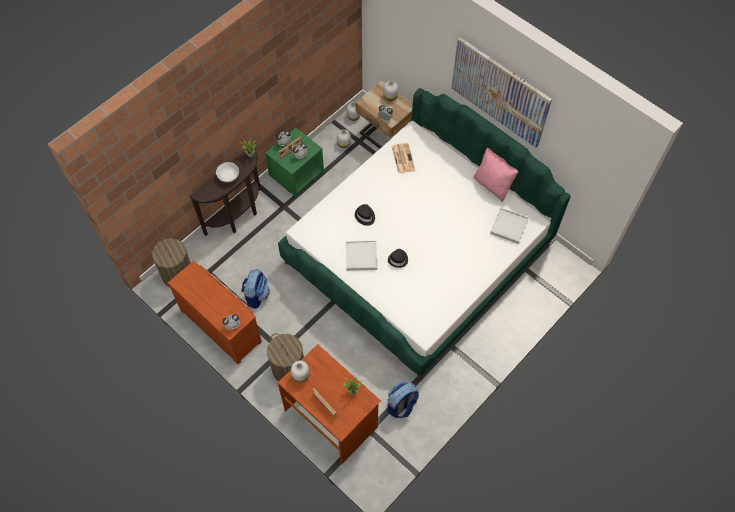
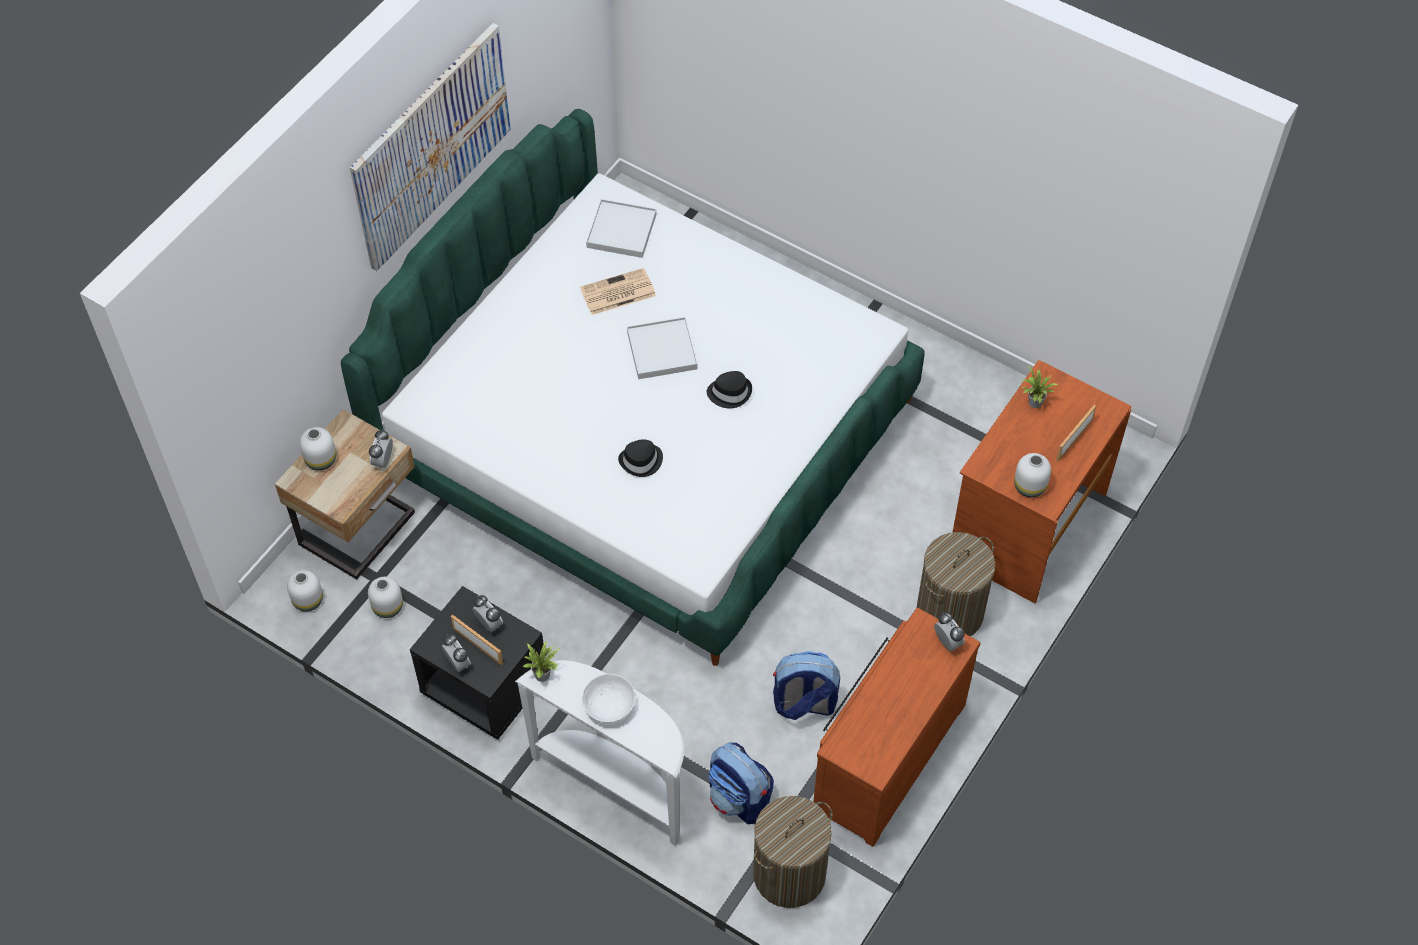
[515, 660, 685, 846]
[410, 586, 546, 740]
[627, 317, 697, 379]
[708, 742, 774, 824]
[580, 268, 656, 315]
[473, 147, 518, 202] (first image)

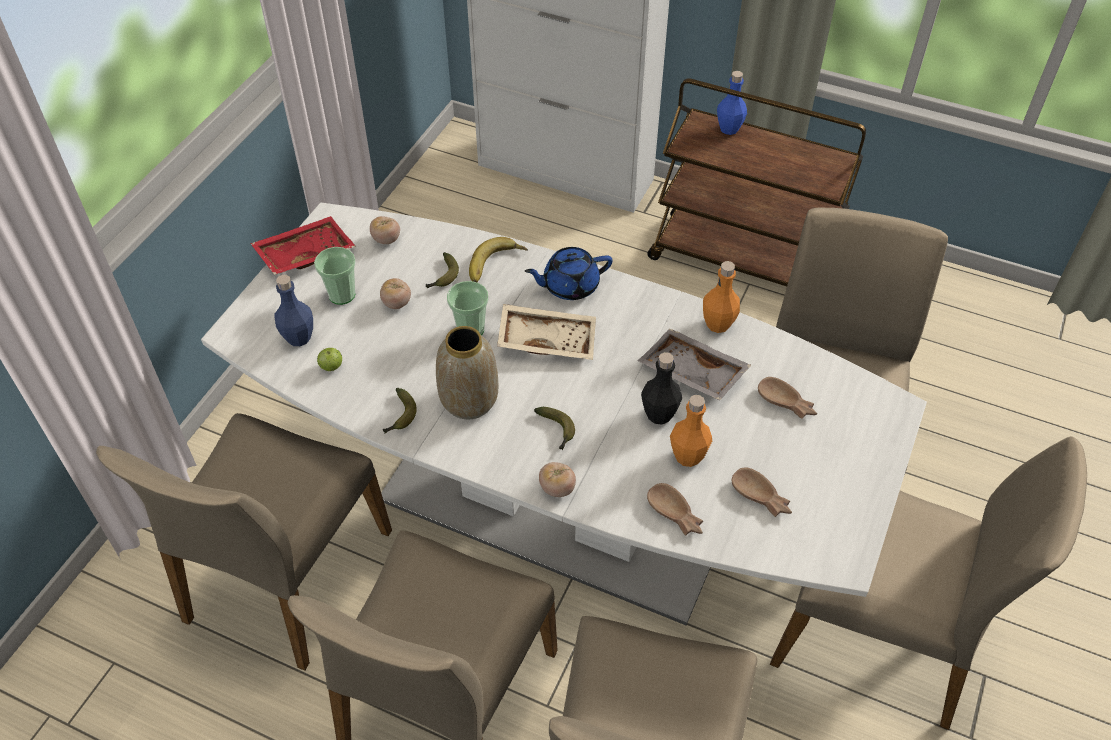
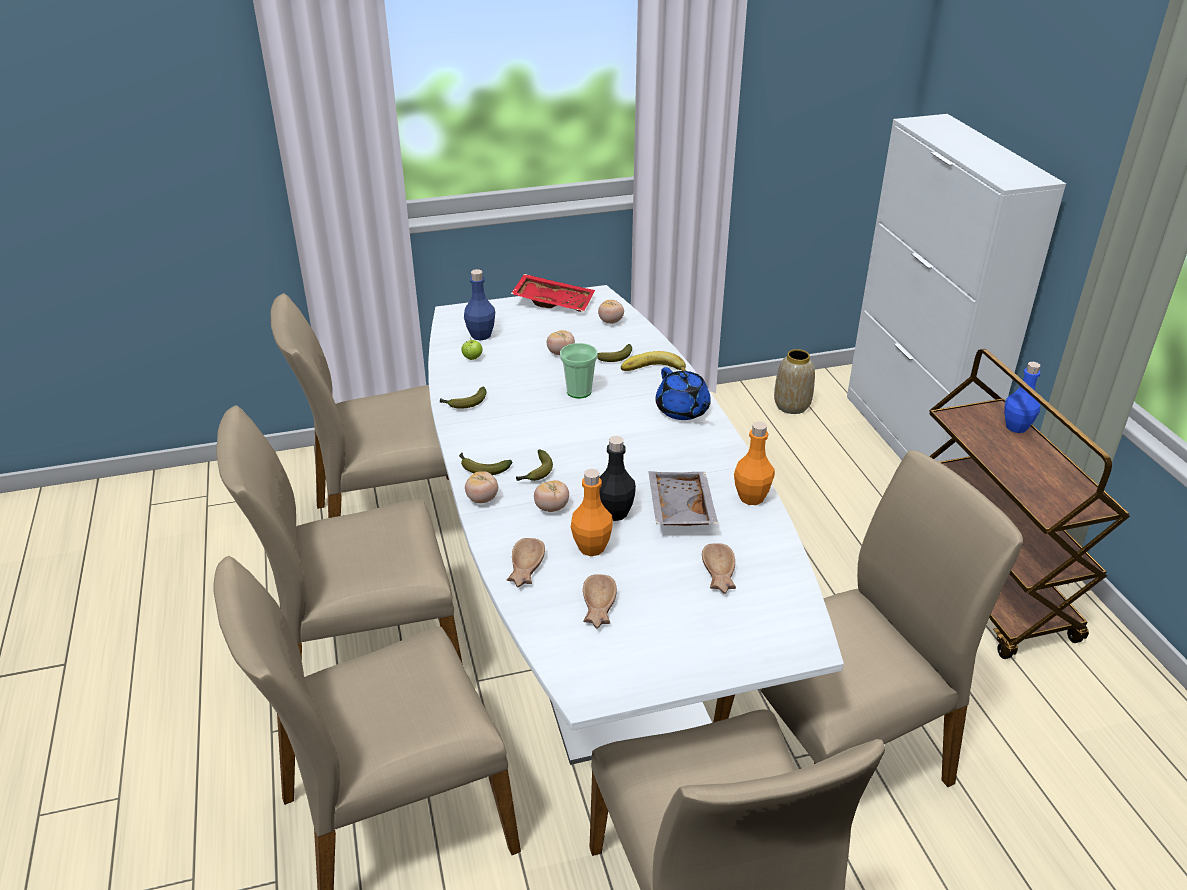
[314, 247, 356, 305] (first image)
[774, 349, 815, 414]
[497, 304, 596, 360] (first image)
[655, 367, 711, 420]
[459, 453, 512, 475]
[534, 480, 569, 512]

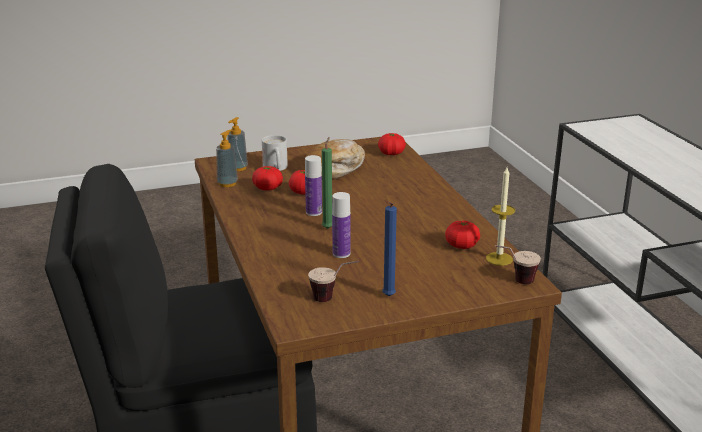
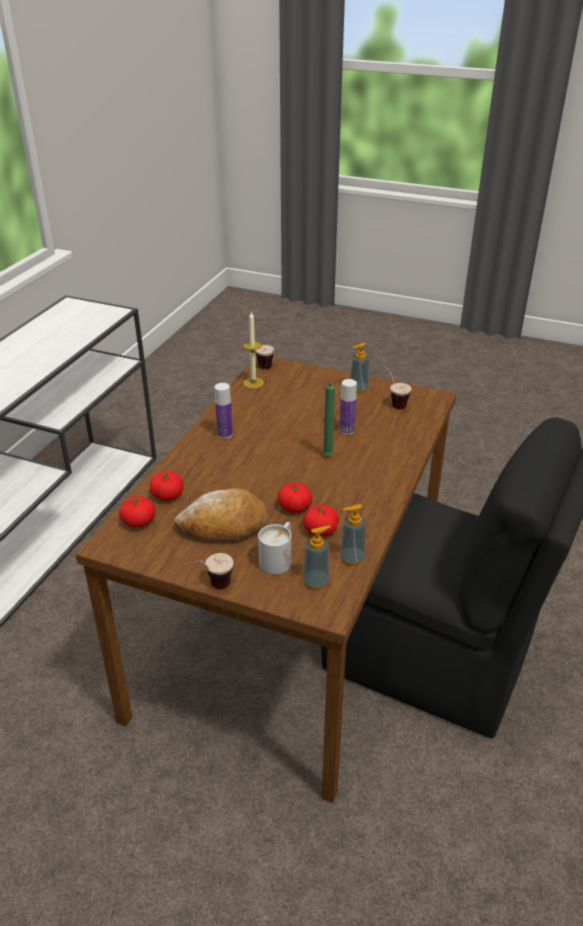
[215, 383, 233, 439]
[350, 343, 369, 394]
[150, 471, 184, 501]
[185, 553, 234, 589]

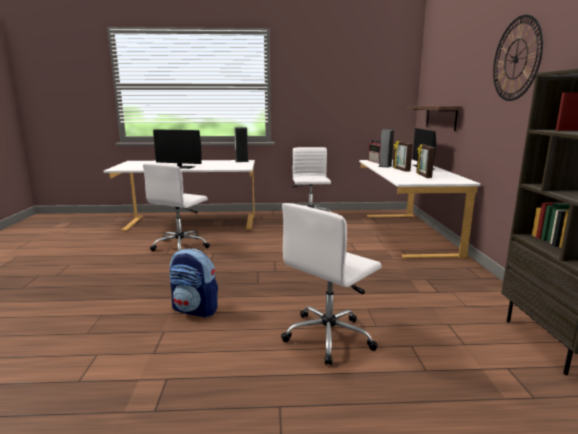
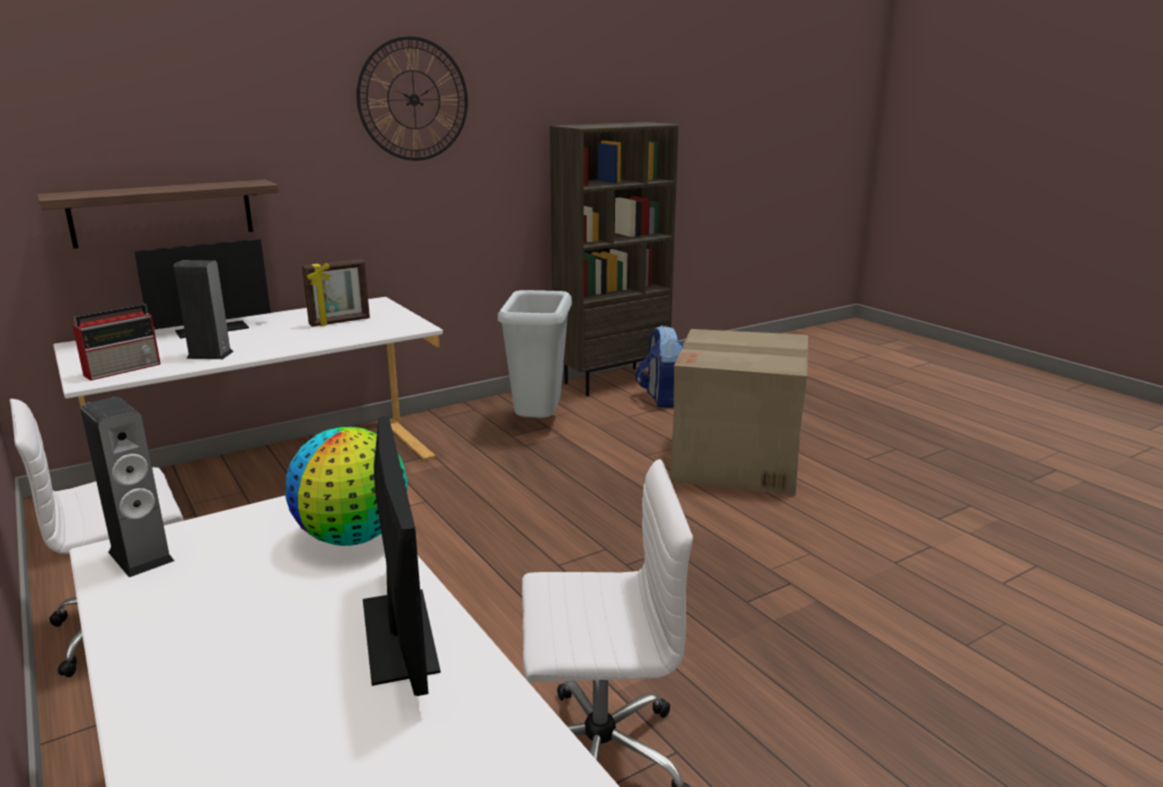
[635, 325, 683, 408]
[670, 329, 808, 496]
[393, 141, 413, 172] (first image)
[286, 427, 408, 546]
[498, 290, 572, 418]

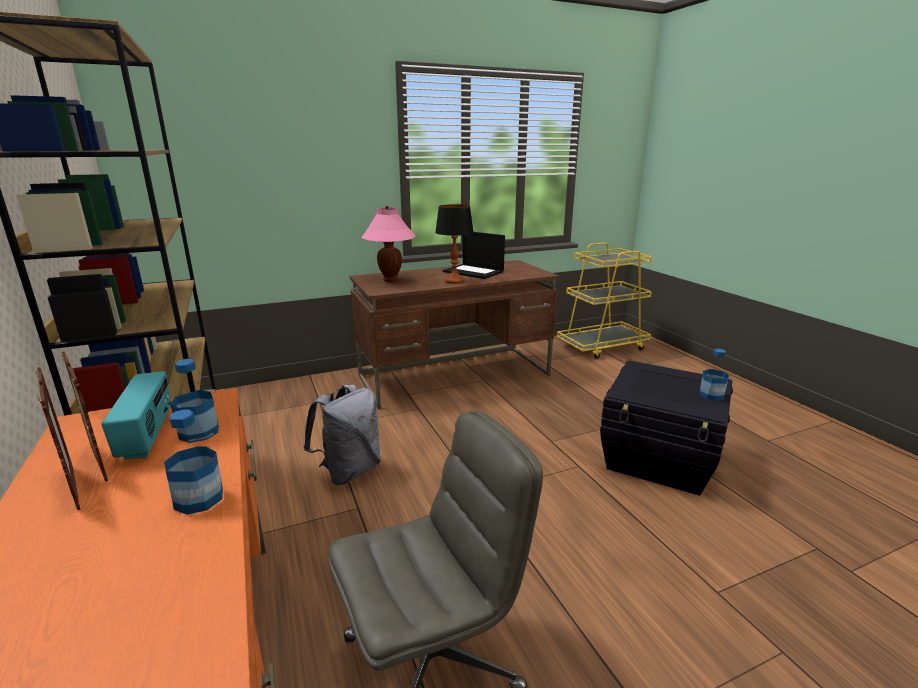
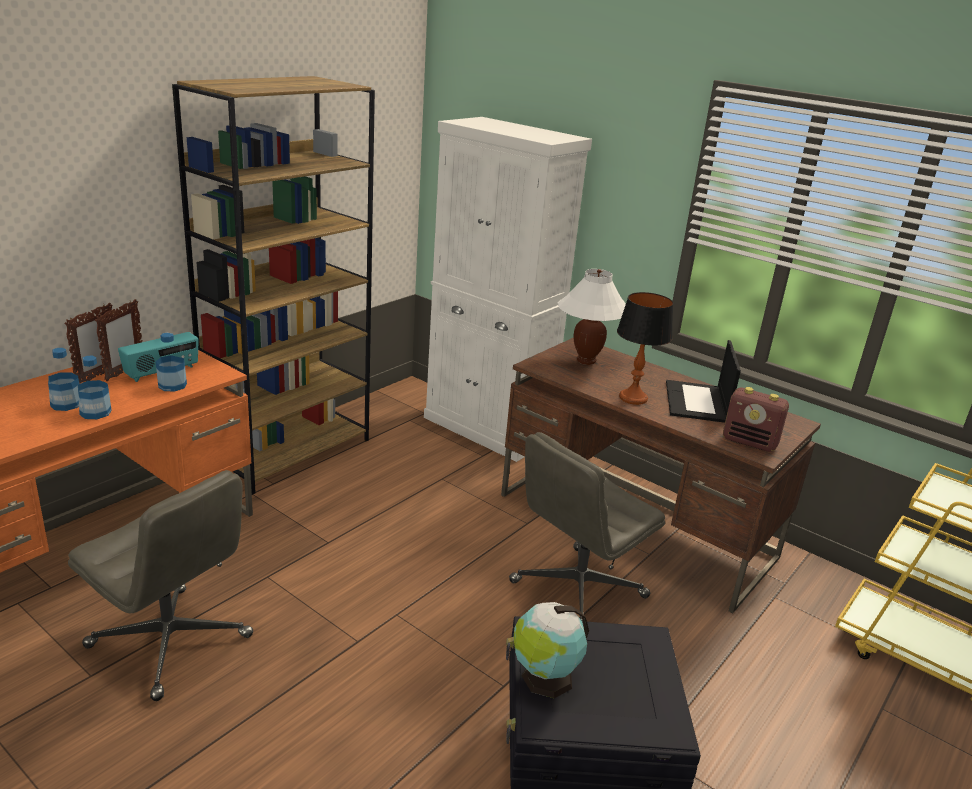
[304, 385, 381, 485] (first image)
[558, 269, 626, 365]
[48, 348, 79, 411]
[424, 117, 592, 462]
[509, 432, 665, 621]
[514, 602, 589, 698]
[723, 387, 789, 452]

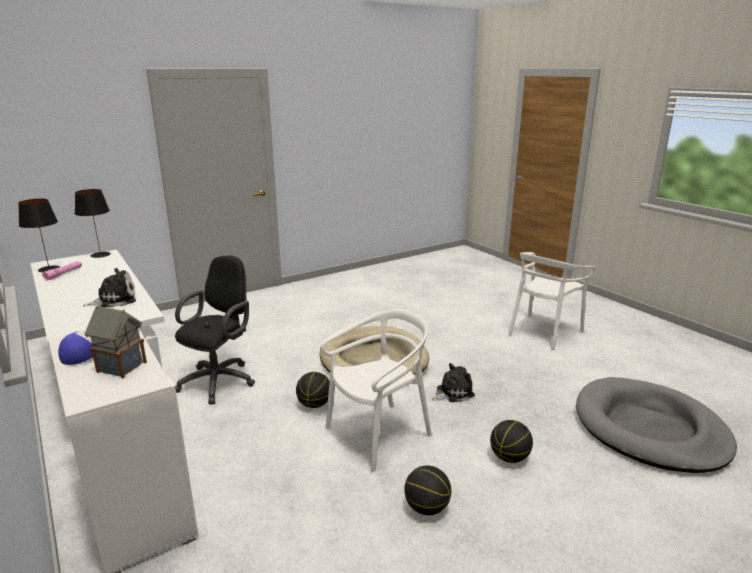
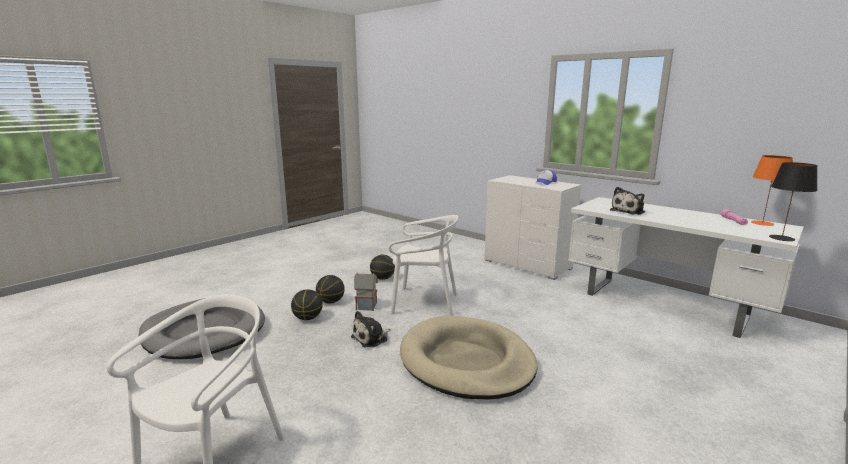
[751, 155, 793, 226]
[354, 273, 378, 311]
[175, 255, 255, 405] (first image)
[291, 289, 323, 320]
[388, 215, 458, 315]

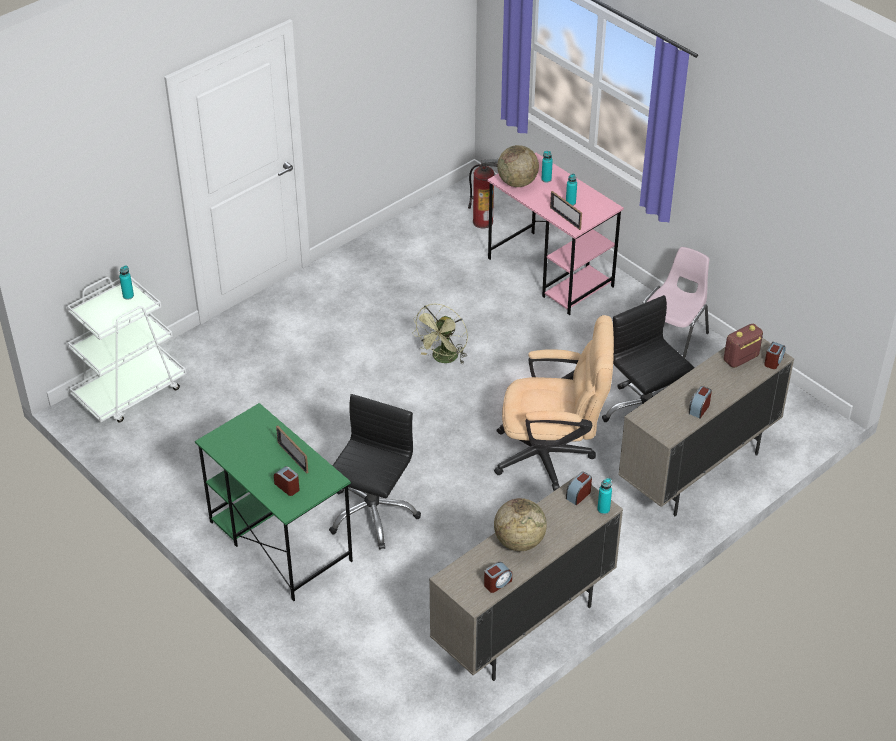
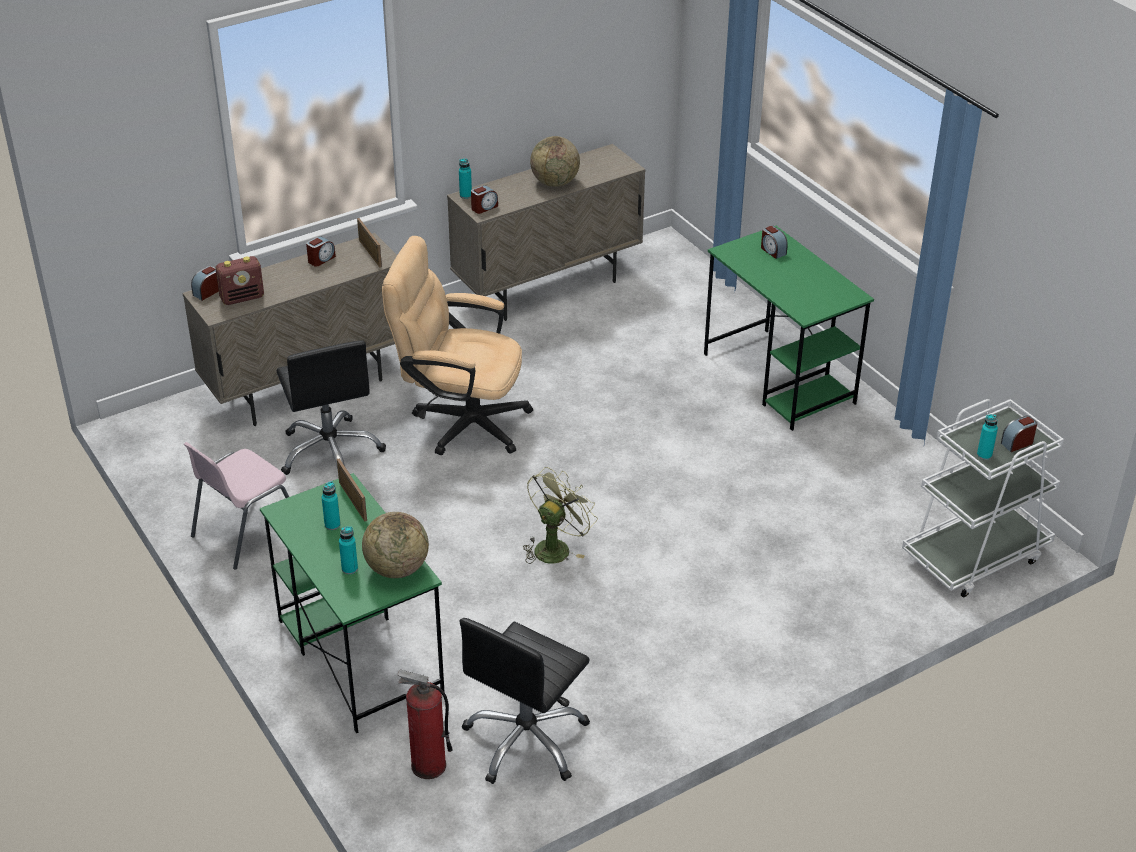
[357, 218, 382, 267]
[460, 618, 590, 784]
[1001, 416, 1037, 452]
[260, 473, 445, 734]

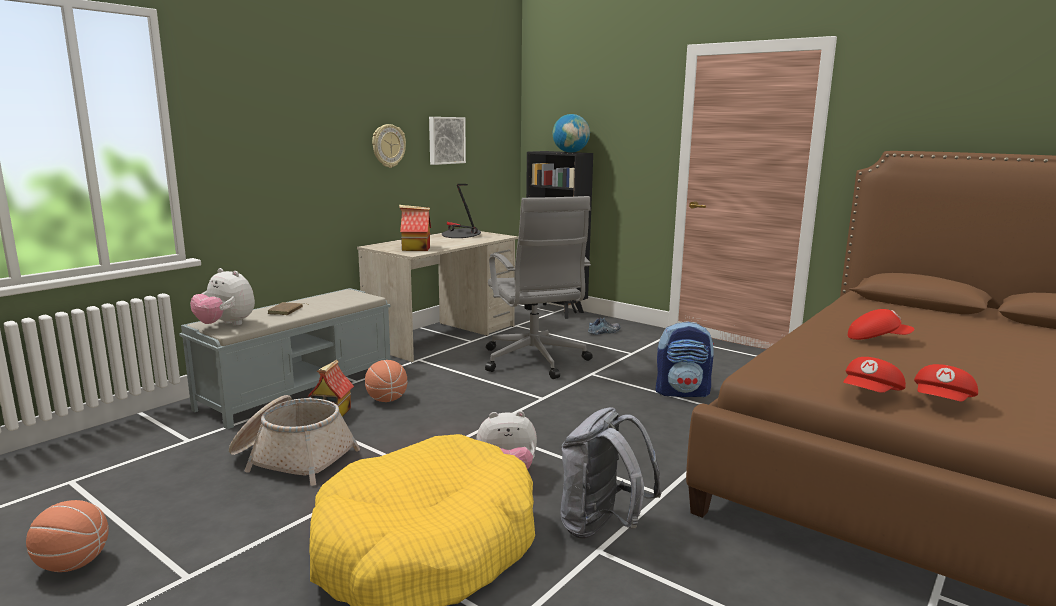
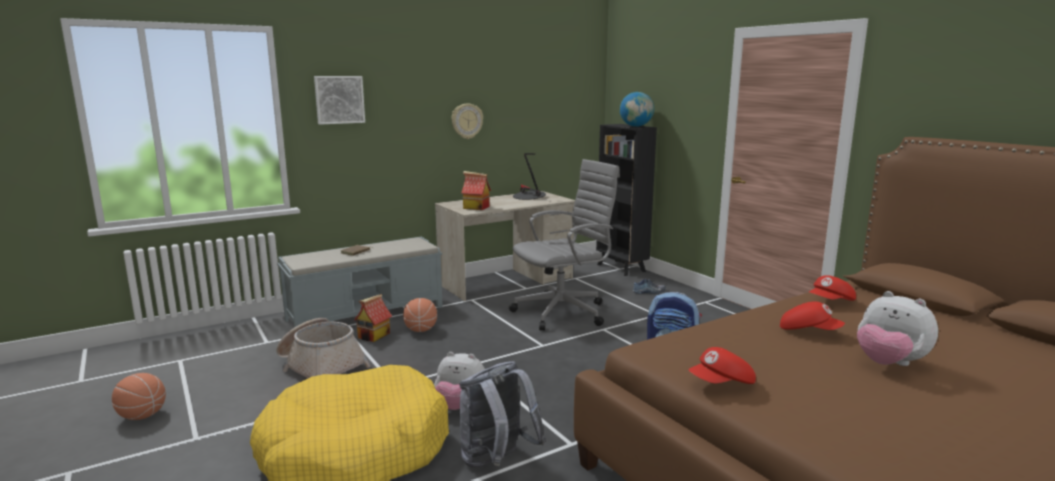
[857, 291, 938, 366]
[314, 76, 365, 125]
[509, 159, 620, 331]
[809, 275, 856, 301]

